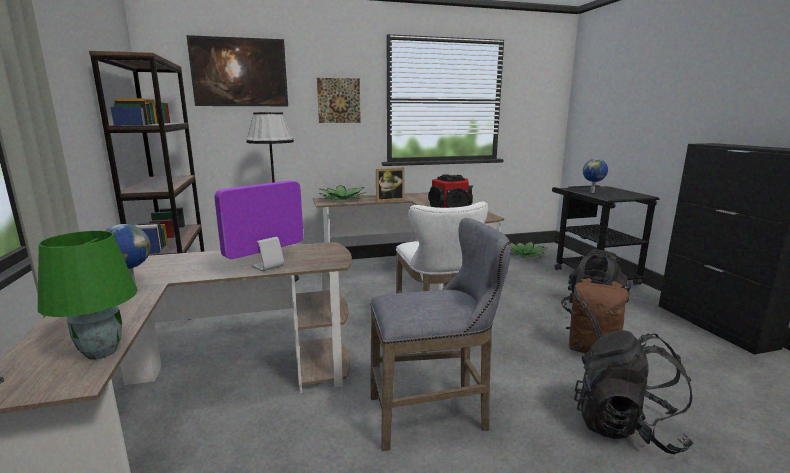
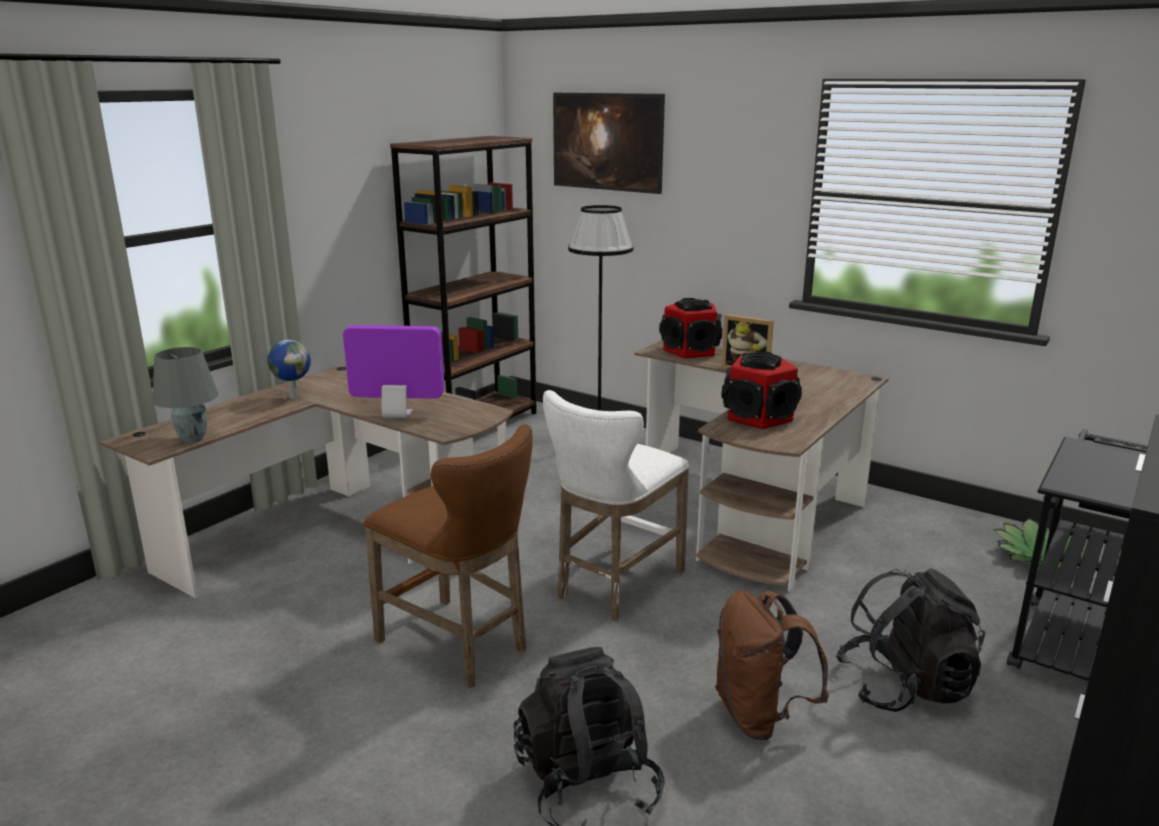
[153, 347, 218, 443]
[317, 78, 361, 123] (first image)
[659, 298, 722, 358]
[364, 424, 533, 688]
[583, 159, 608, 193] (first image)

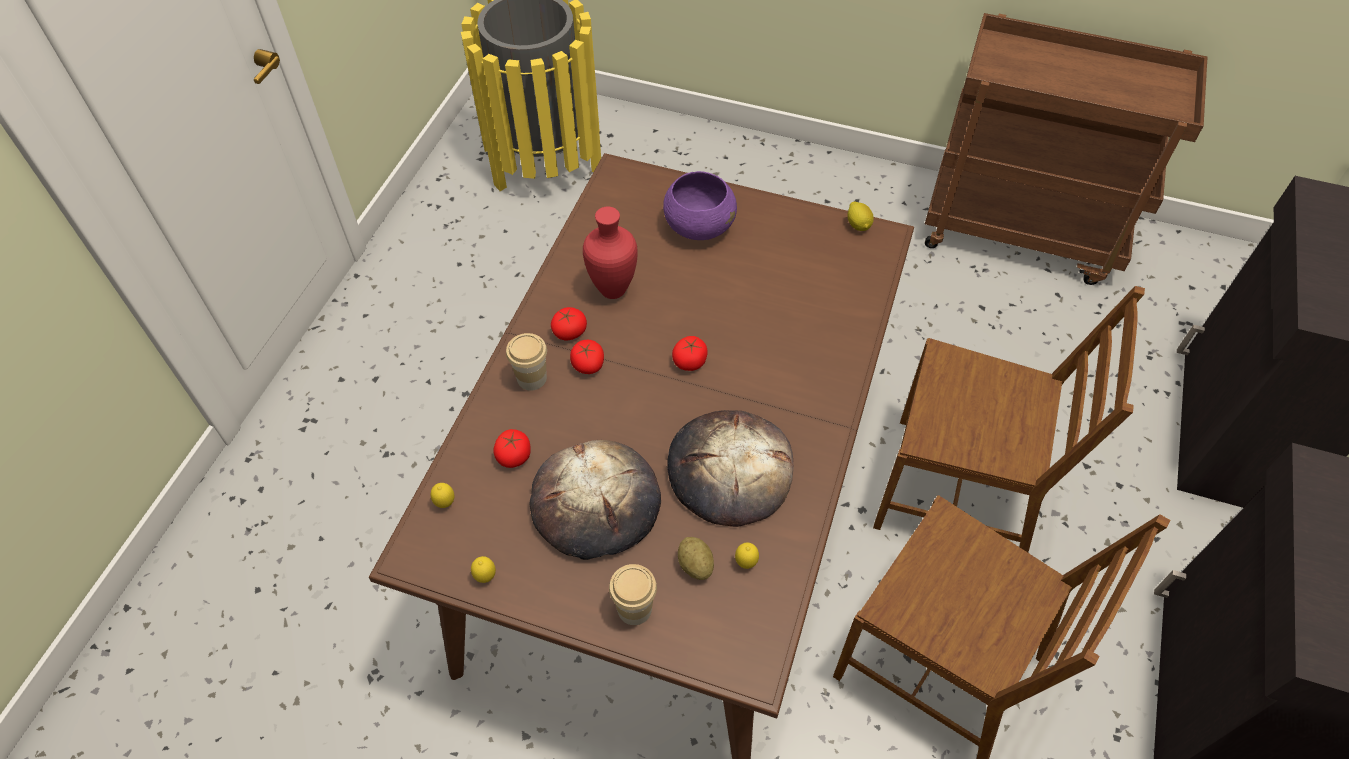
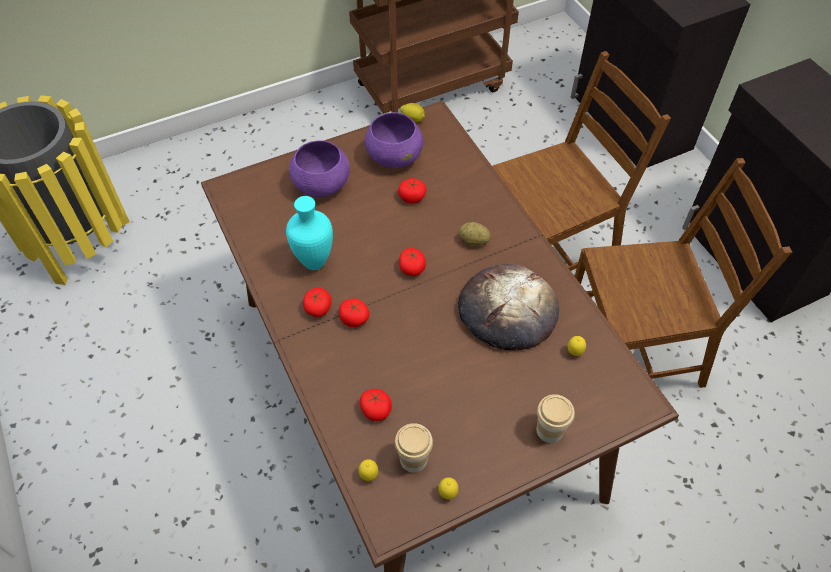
[395, 423, 433, 473]
[530, 440, 661, 560] (first image)
[286, 196, 333, 270]
[459, 222, 491, 246]
[365, 112, 423, 168]
[398, 178, 427, 204]

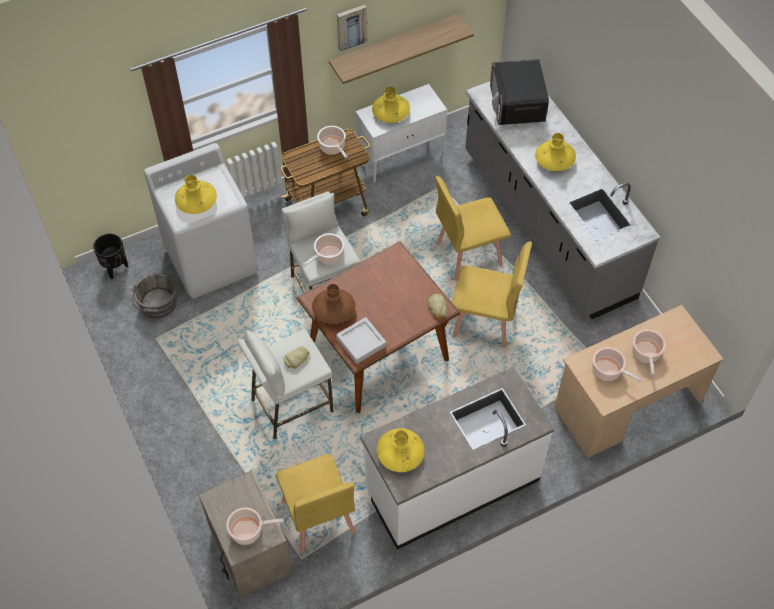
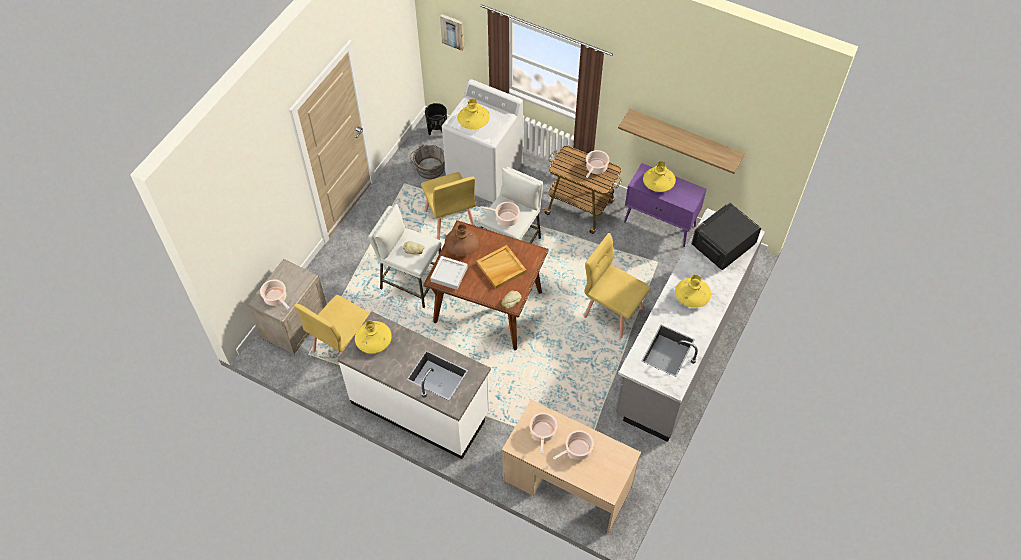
[440, 14, 464, 51]
[624, 163, 707, 247]
[421, 172, 476, 240]
[477, 245, 526, 289]

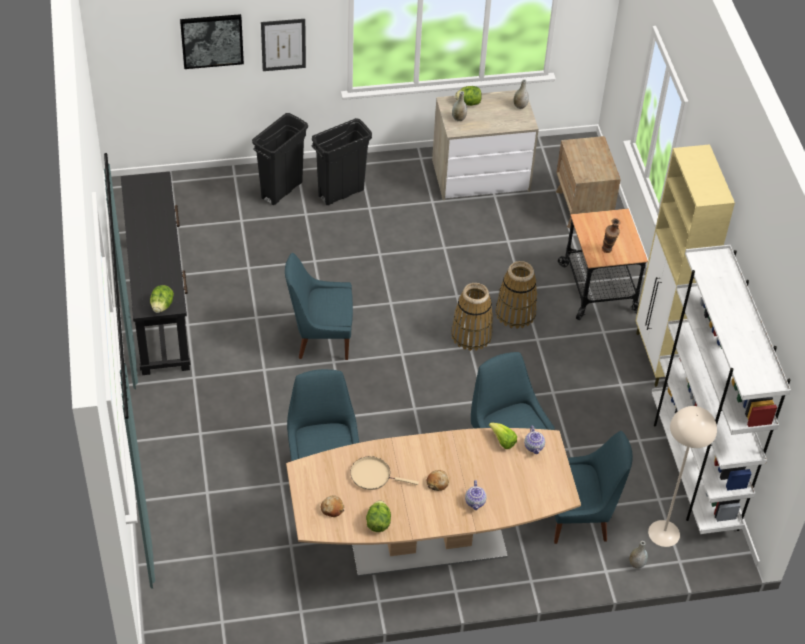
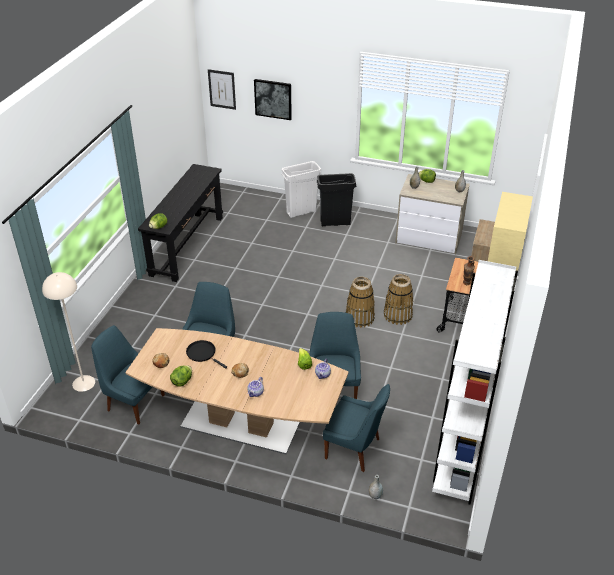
[281, 161, 321, 218]
[208, 69, 236, 110]
[91, 325, 165, 425]
[186, 340, 227, 369]
[42, 272, 95, 392]

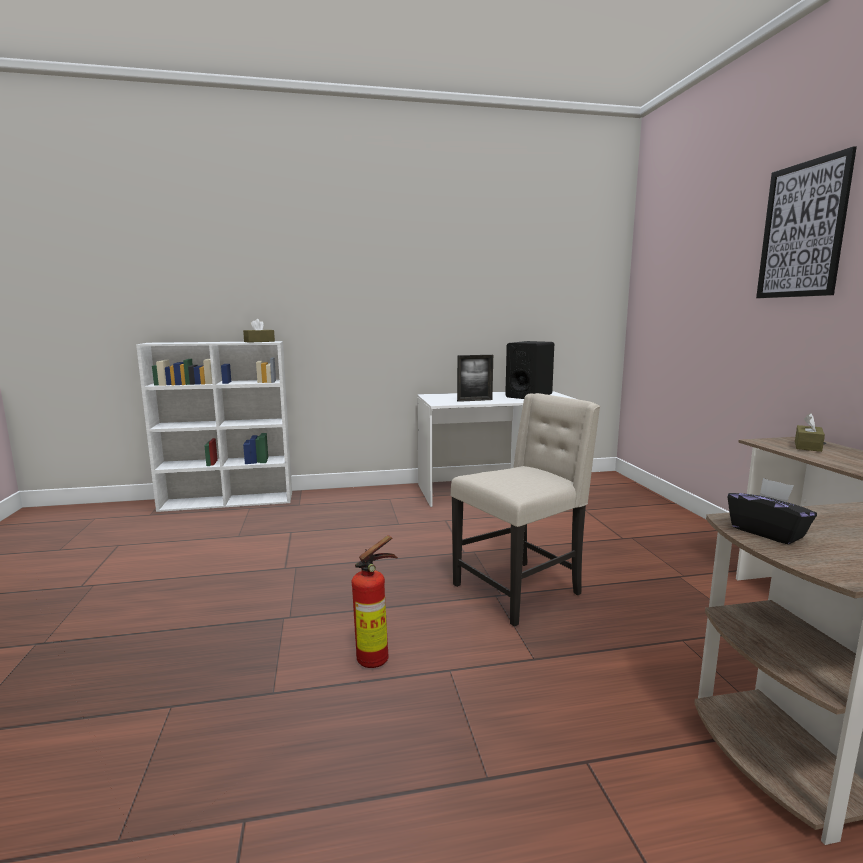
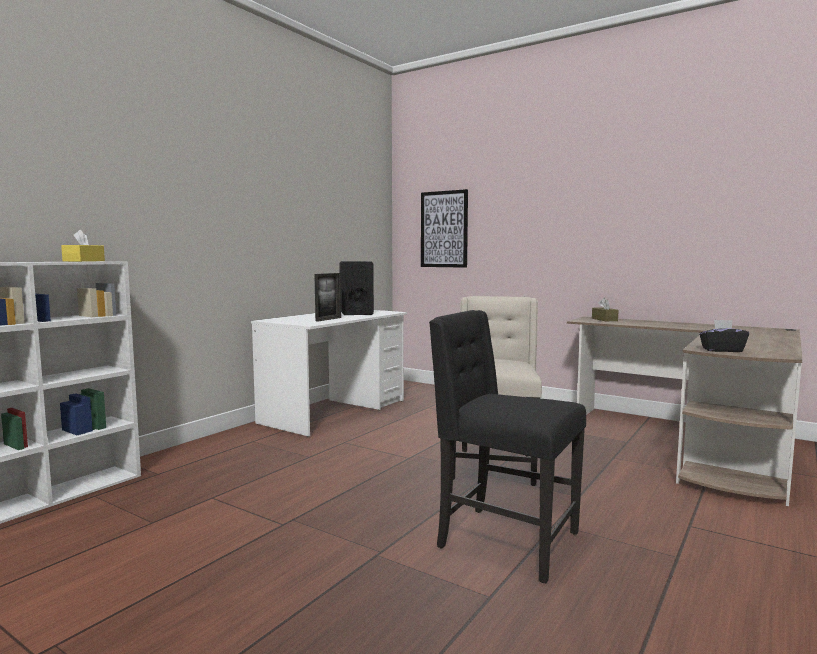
[61, 230, 105, 262]
[429, 310, 586, 583]
[421, 189, 468, 268]

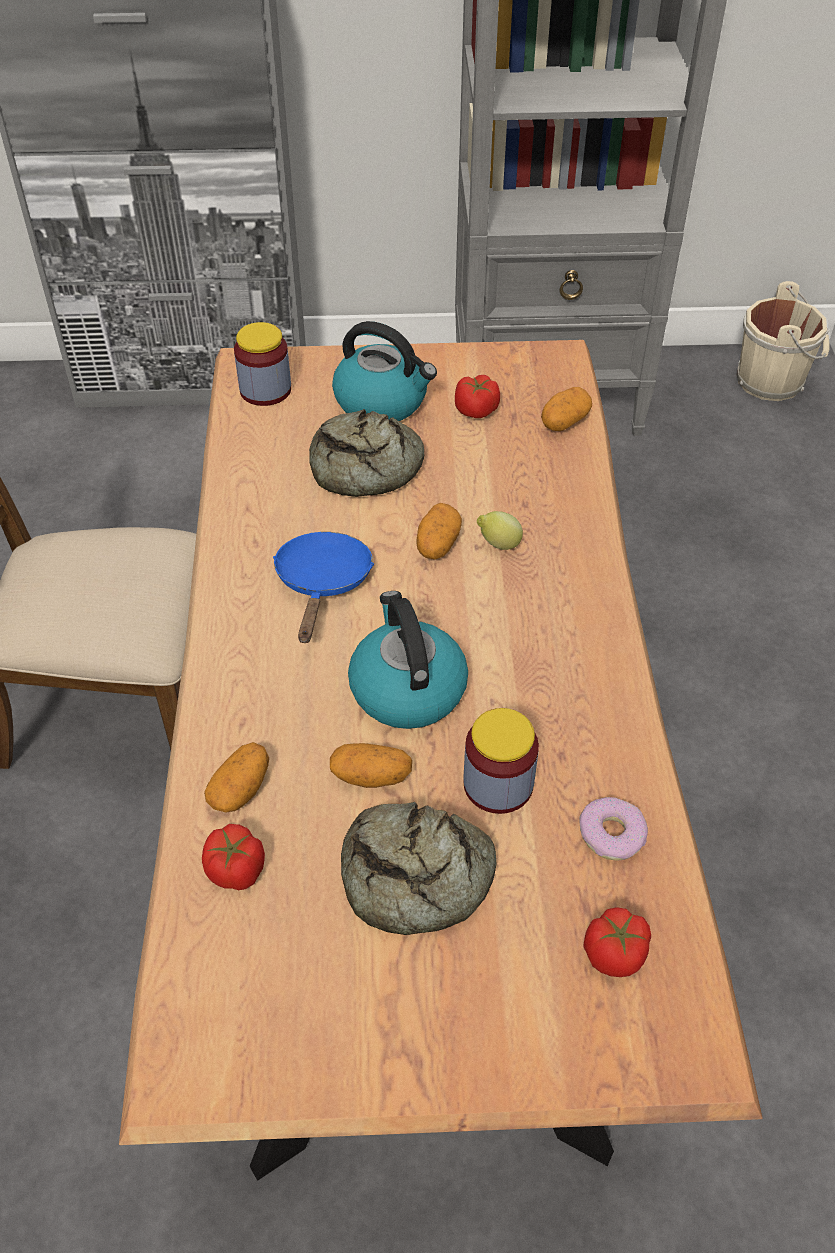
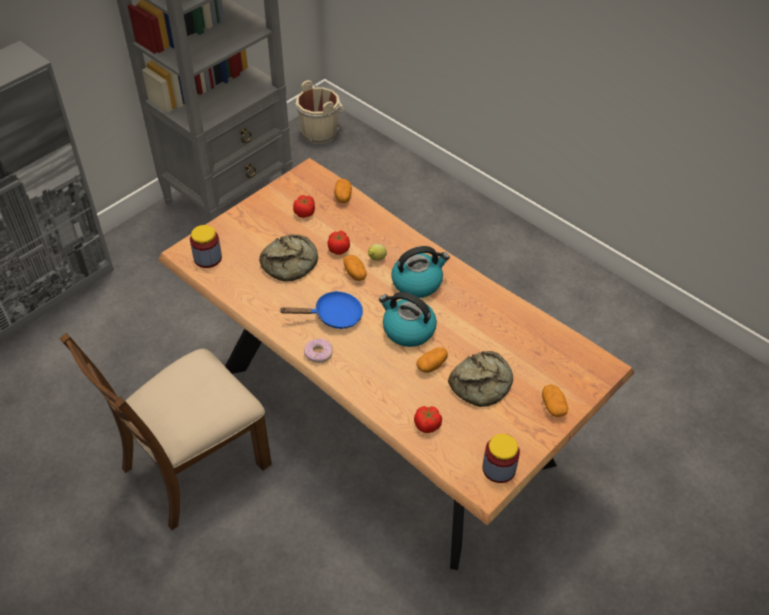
[542, 384, 568, 417]
[279, 291, 363, 329]
[391, 246, 450, 298]
[482, 434, 520, 483]
[304, 339, 333, 363]
[328, 230, 350, 255]

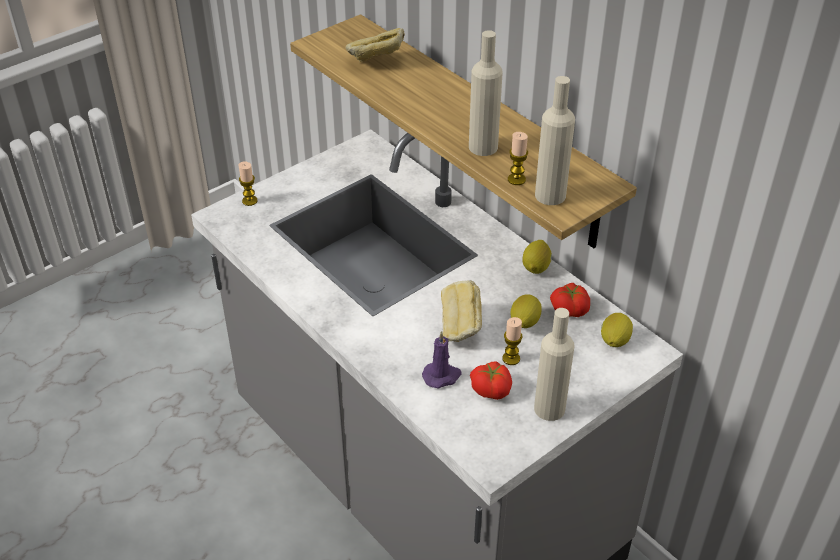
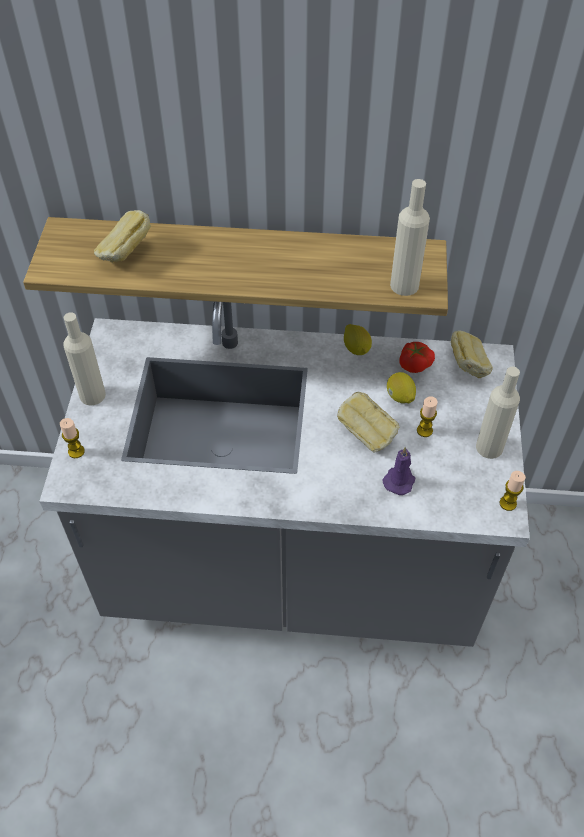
[63, 312, 106, 405]
[470, 361, 512, 400] (first image)
[500, 471, 526, 511]
[451, 330, 493, 378]

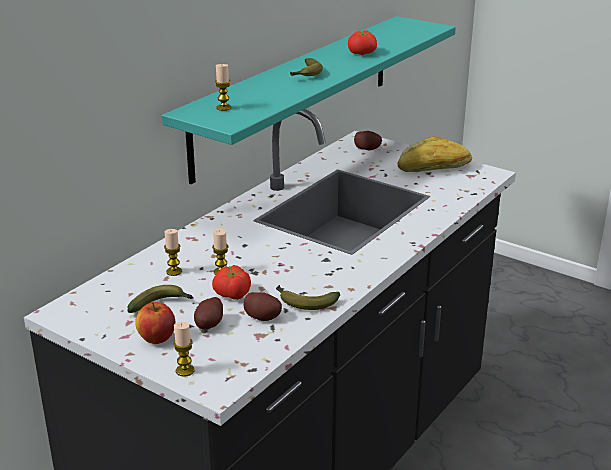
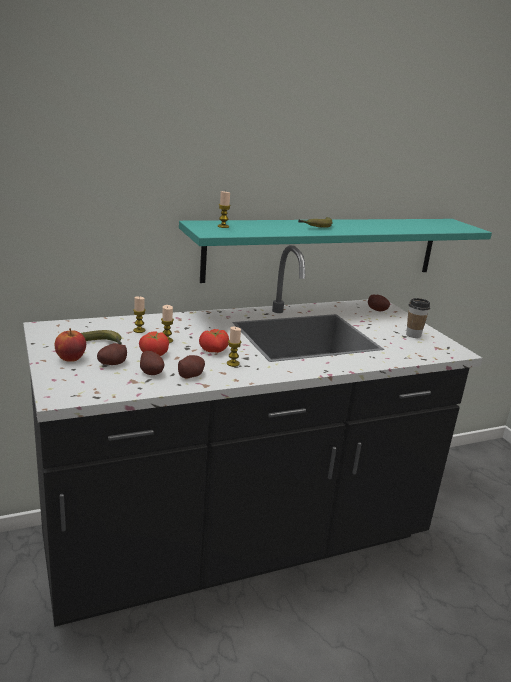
[227, 327, 241, 367]
[178, 355, 205, 378]
[199, 329, 229, 353]
[406, 298, 430, 338]

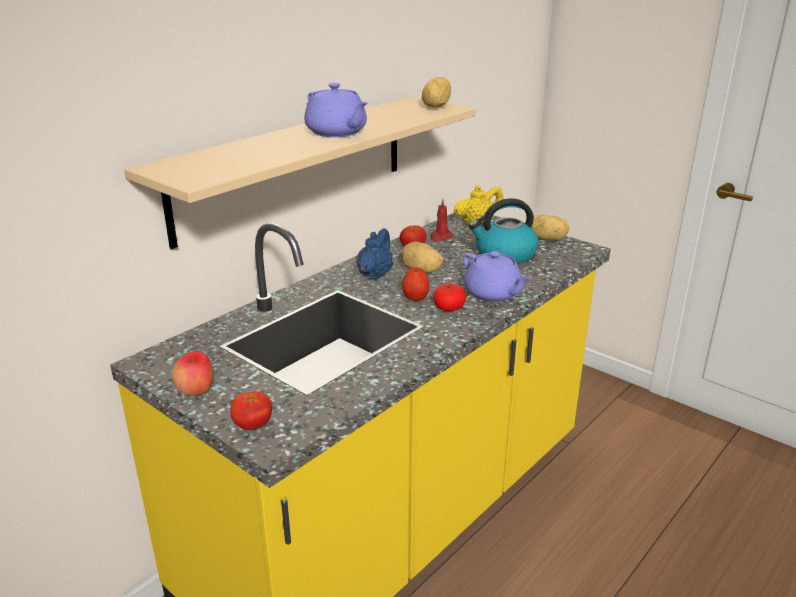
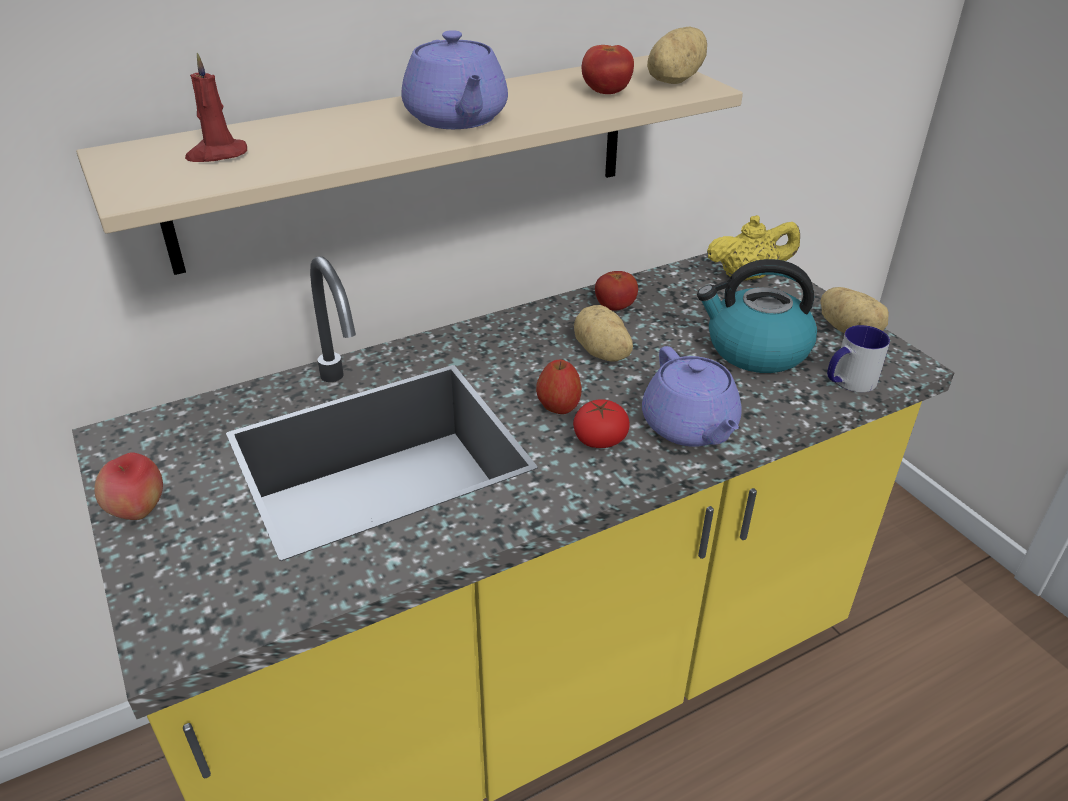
[582, 45, 634, 94]
[356, 228, 393, 280] (first image)
[185, 53, 247, 162]
[827, 325, 890, 392]

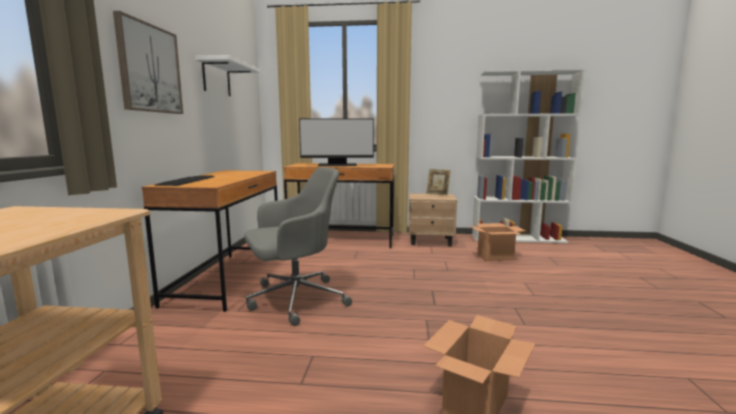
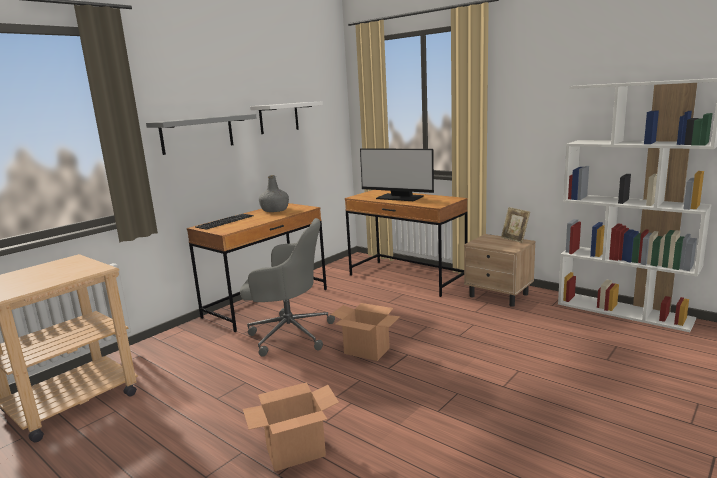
[146, 114, 257, 155]
[330, 303, 400, 361]
[259, 175, 289, 212]

